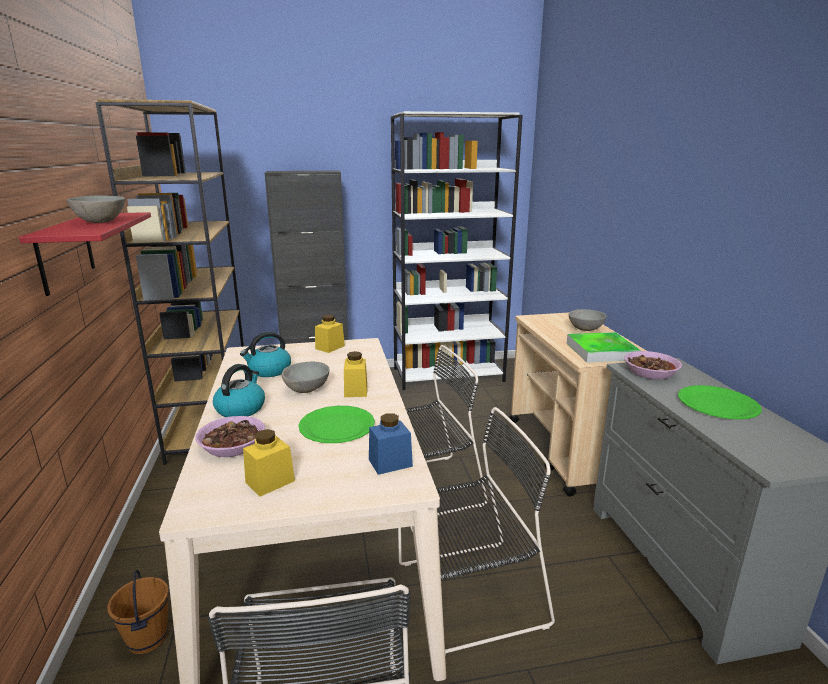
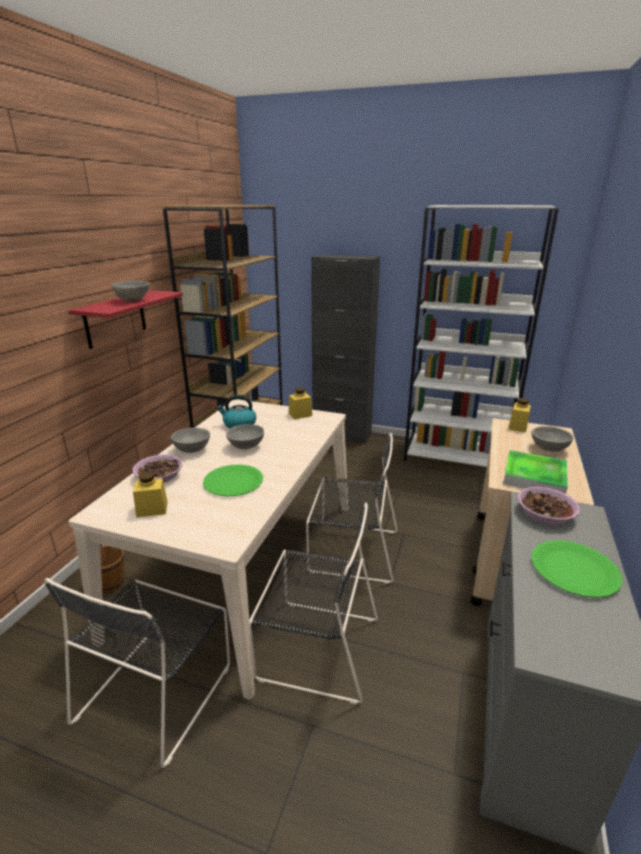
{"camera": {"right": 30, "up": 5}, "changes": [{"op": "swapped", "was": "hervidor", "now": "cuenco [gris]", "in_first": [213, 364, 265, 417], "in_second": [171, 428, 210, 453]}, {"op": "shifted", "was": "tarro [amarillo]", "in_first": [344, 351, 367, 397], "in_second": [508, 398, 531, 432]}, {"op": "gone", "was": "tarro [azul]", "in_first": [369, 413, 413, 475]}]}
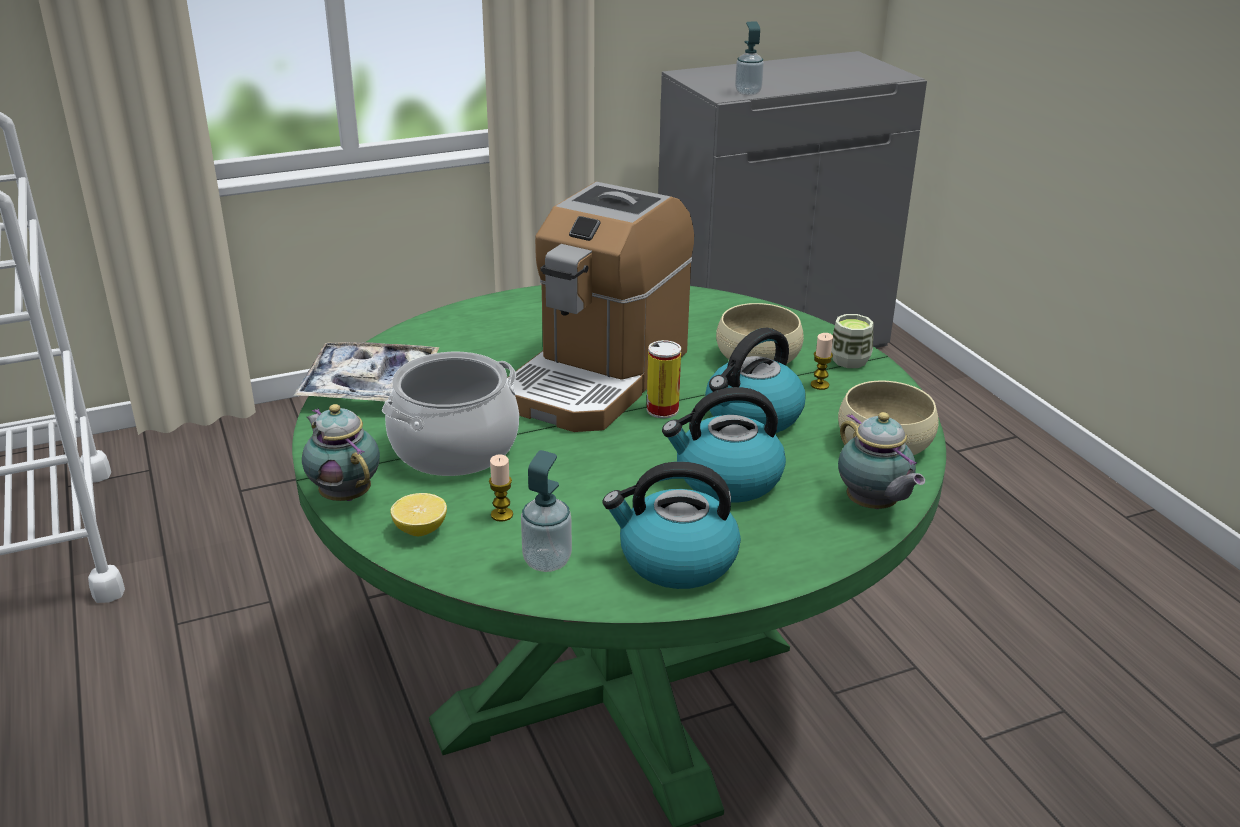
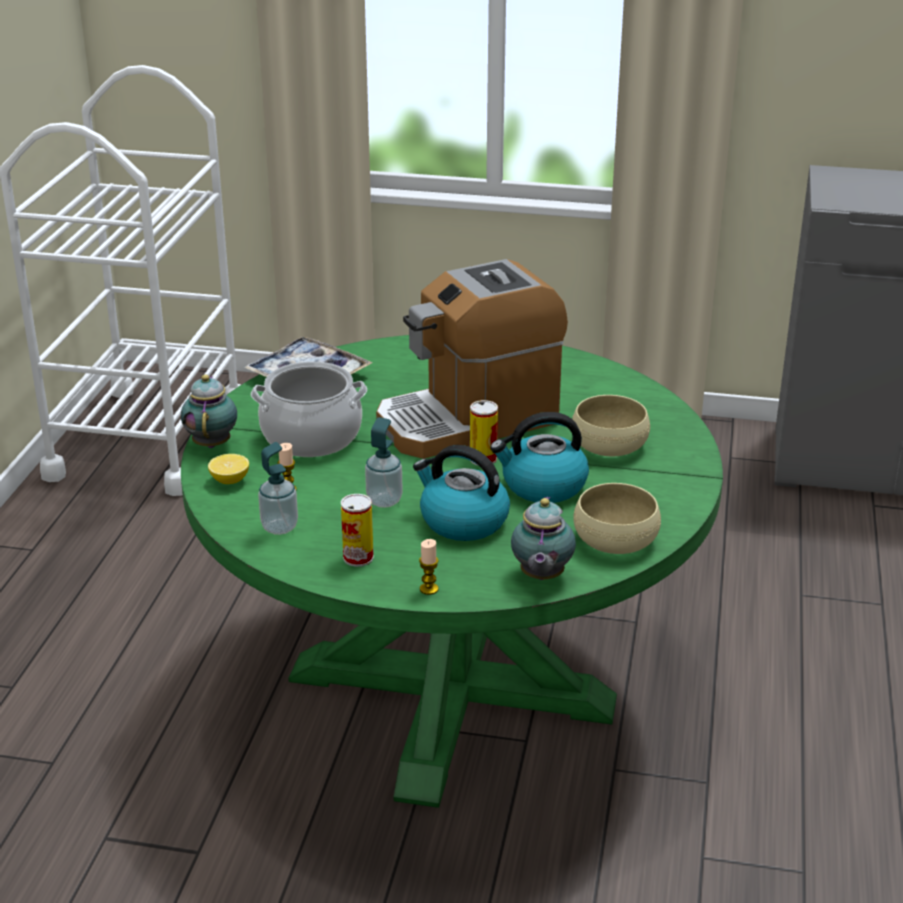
{"camera": {"right": 35, "up": 0}, "changes": [{"op": "swapped", "was": "hervidor", "now": "lata", "in_first": [603, 462, 741, 589], "in_second": [341, 494, 374, 567]}, {"op": "shifted", "was": "dispensador de jabón", "in_first": [735, 21, 764, 95], "in_second": [365, 417, 403, 508]}, {"op": "shifted", "was": "vela", "in_first": [811, 333, 833, 390], "in_second": [419, 539, 438, 595]}, {"op": "gone", "was": "taza", "in_first": [831, 314, 873, 368]}]}
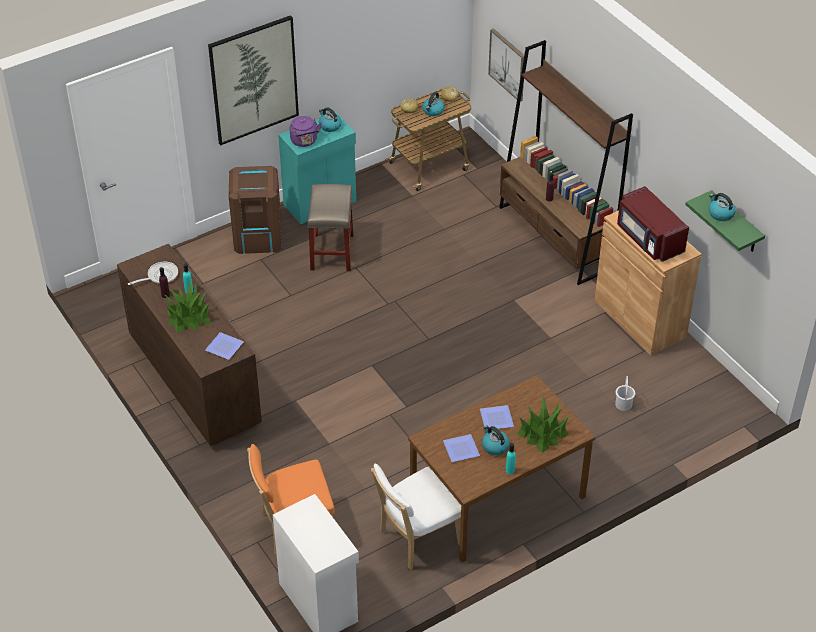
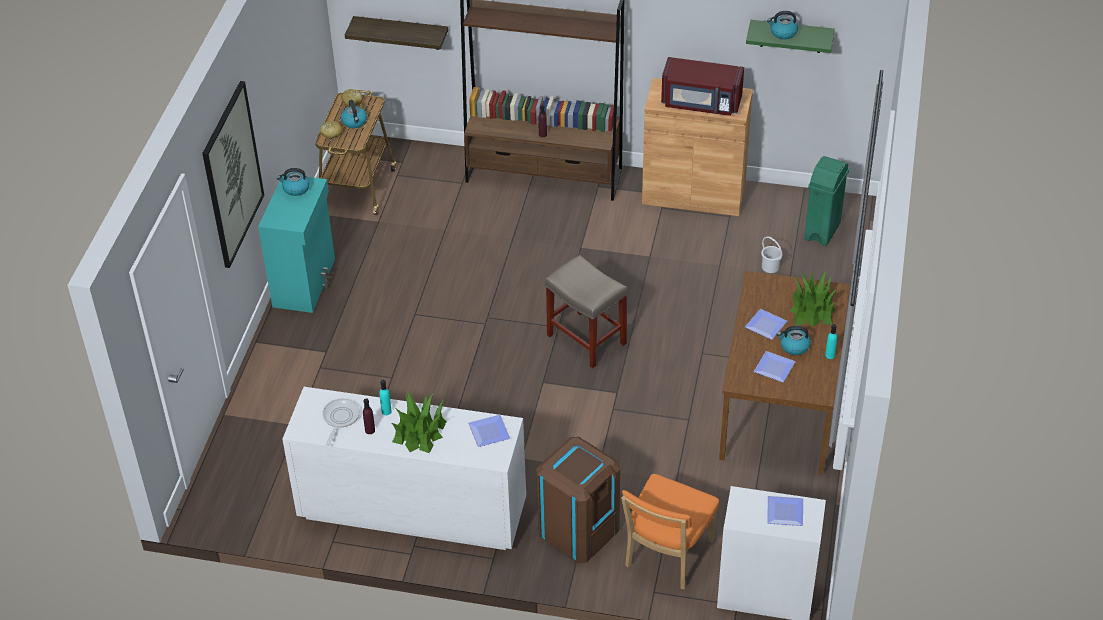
{"camera": {"right": -45, "up": 0}, "changes": [{"op": "repainted", "was": "cómoda [marrón]", "now": "cómoda [blanco]", "in_first": [117, 244, 262, 446], "in_second": [282, 387, 526, 550]}, {"op": "swapped", "was": "cuadro", "now": "estante", "in_first": [488, 29, 524, 101], "in_second": [345, 16, 448, 50]}, {"op": "shifted", "was": "papelera [marrón]", "in_first": [228, 166, 282, 254], "in_second": [536, 437, 620, 563]}, {"op": "shifted", "was": "taburete [beis]", "in_first": [307, 184, 353, 271], "in_second": [545, 255, 628, 368]}, {"op": "new", "now": "plato", "in_second": [767, 496, 803, 526]}, {"op": "new", "now": "papelera [verde]", "in_second": [804, 156, 849, 246]}, {"op": "gone", "was": "hervidor [morado]", "in_first": [290, 116, 322, 147]}, {"op": "gone", "was": "silla [blanco]", "in_first": [371, 463, 461, 570]}]}
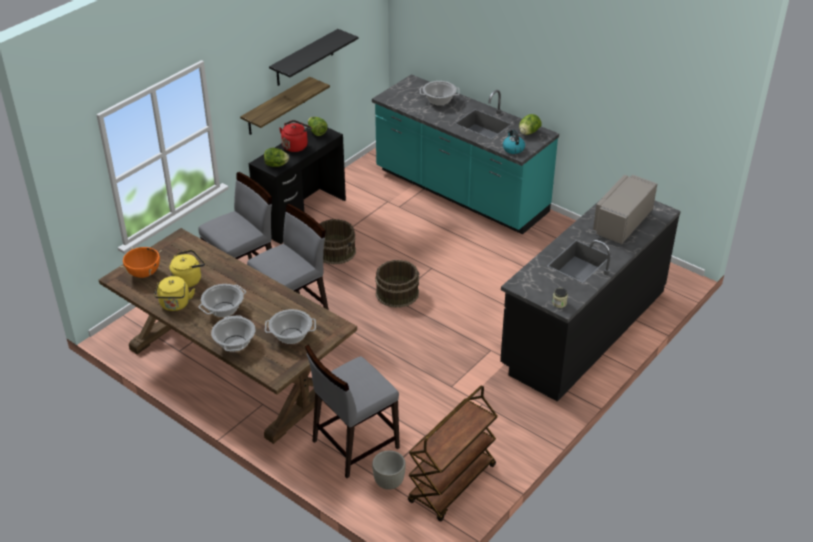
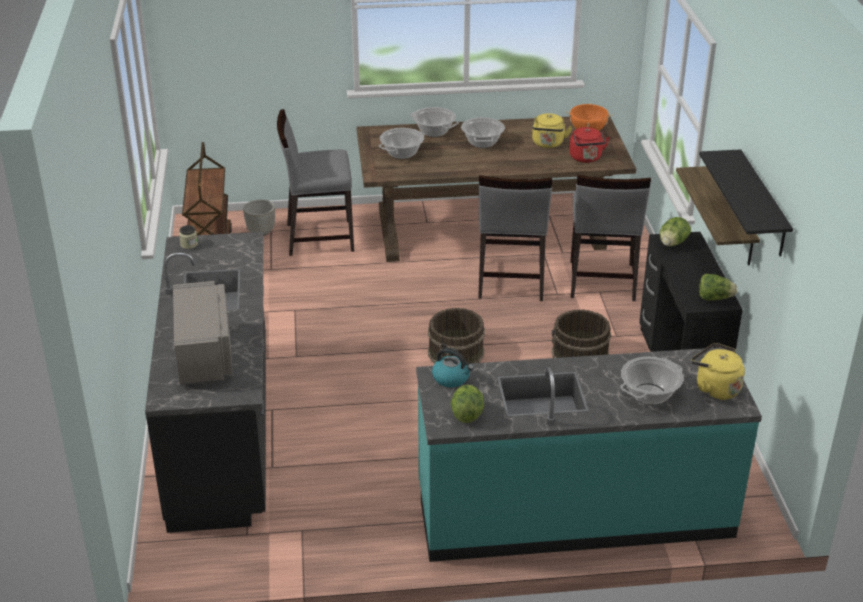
{"camera": {"right": 135, "up": -5}, "changes": [{"op": "rotated", "was": "silla [gris]", "in_first": [305, 345, 400, 478], "in_second": [277, 109, 354, 256], "clockwise": -105}, {"op": "shifted", "was": "hervidor [rojo]", "in_first": [279, 120, 312, 152], "in_second": [569, 127, 610, 163]}, {"op": "shifted", "was": "hervidor [amarillo]", "in_first": [154, 276, 195, 311], "in_second": [691, 343, 745, 400]}]}
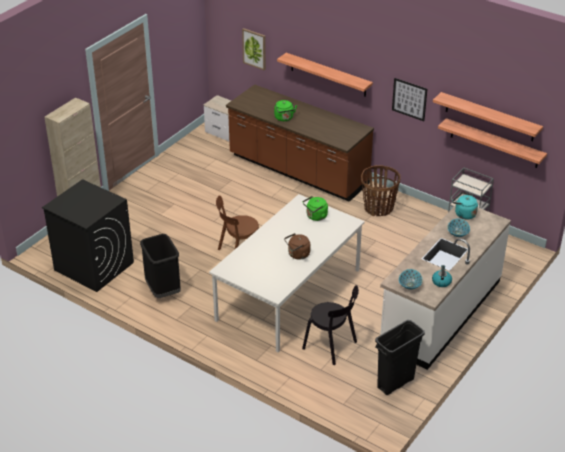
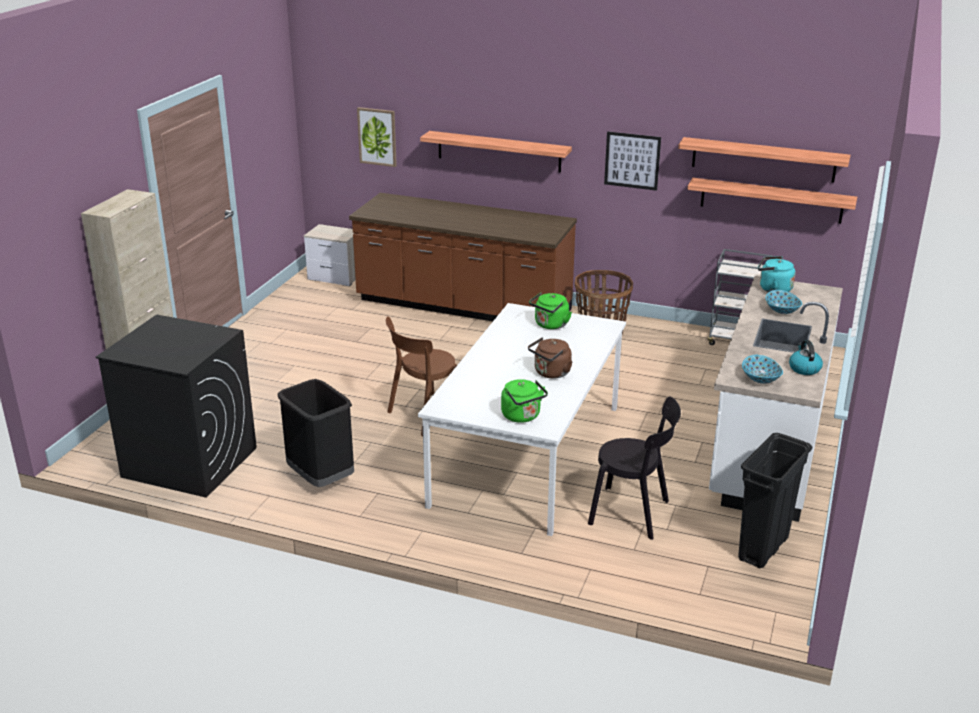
{"camera": {"right": -15, "up": -10}, "changes": [{"op": "shifted", "was": "hervidor [verde]", "in_first": [274, 100, 297, 121], "in_second": [501, 379, 548, 423]}]}
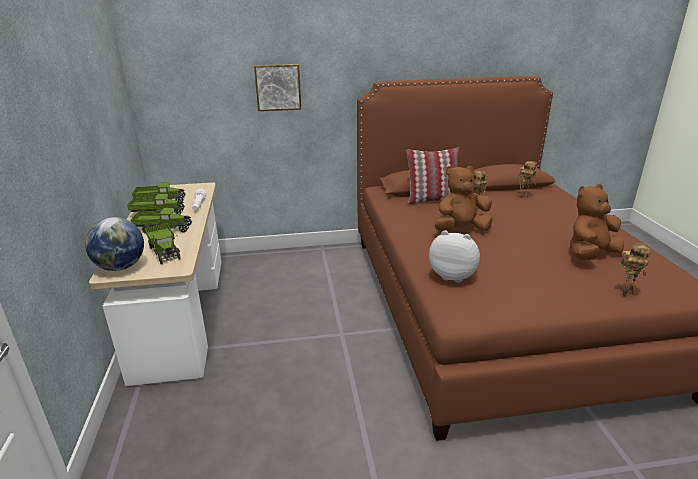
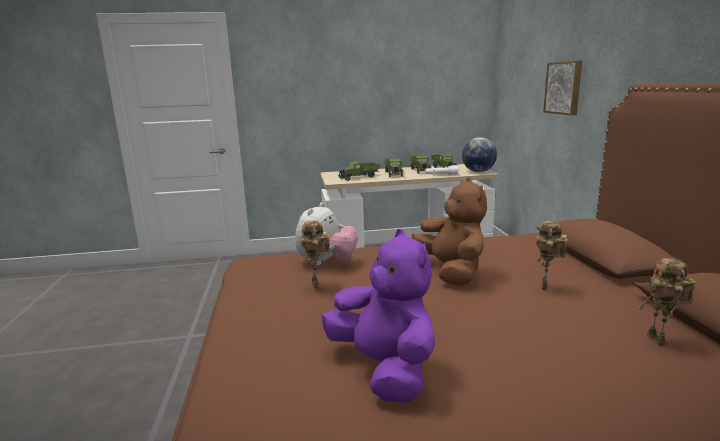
{"camera": {"right": 90, "up": -10}, "changes": [{"op": "shifted", "was": "robot de juguete", "in_first": [620, 243, 651, 297], "in_second": [301, 221, 330, 289]}, {"op": "repainted", "was": "peluche [marrón]", "now": "peluche [morado]", "in_first": [570, 184, 624, 260], "in_second": [321, 229, 435, 402]}, {"op": "shifted", "was": "globo terráqueo", "in_first": [85, 217, 144, 271], "in_second": [462, 137, 497, 172]}, {"op": "gone", "was": "cojín", "in_first": [407, 147, 460, 204]}]}
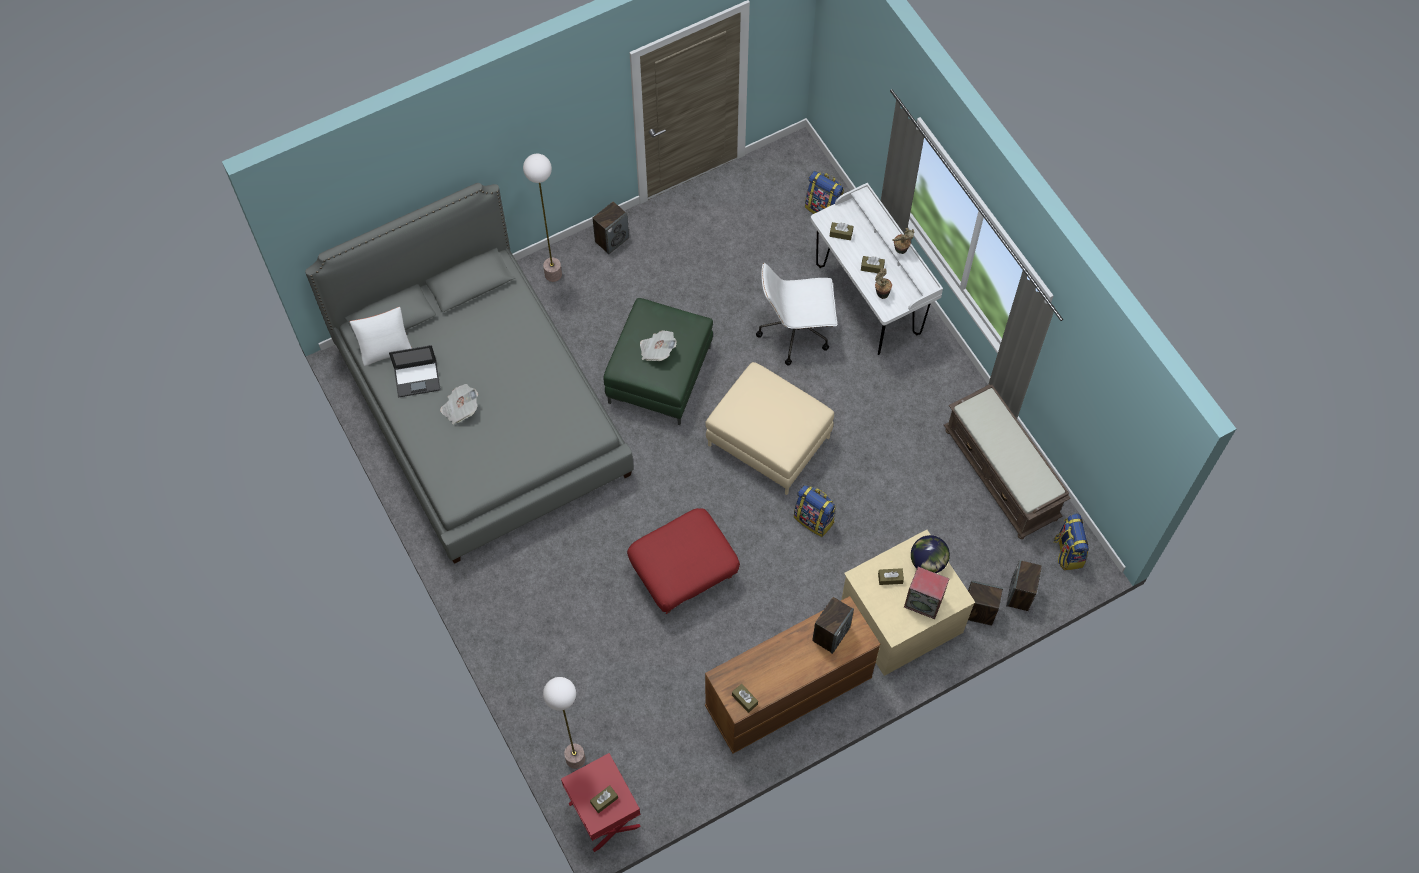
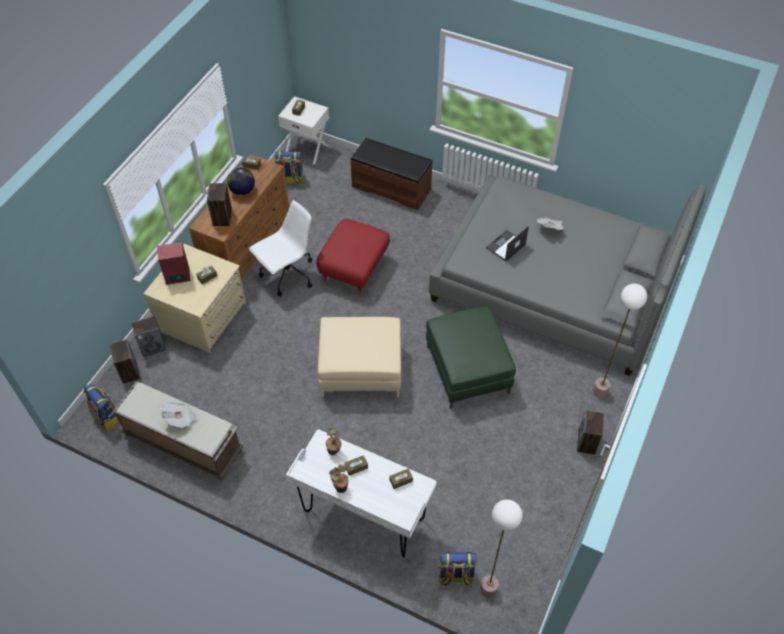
{"camera": {"right": 145, "up": -10}, "changes": [{"op": "shifted", "was": "periódico", "in_first": [640, 330, 677, 361], "in_second": [160, 402, 199, 428]}, {"op": "shifted", "was": "globo terráqueo", "in_first": [911, 535, 950, 573], "in_second": [227, 168, 255, 195]}, {"op": "shifted", "was": "silla de oficina [blanco]", "in_first": [756, 263, 837, 365], "in_second": [249, 200, 312, 296]}, {"op": "shifted", "was": "mochila", "in_first": [794, 485, 836, 537], "in_second": [275, 151, 303, 184]}, {"op": "repainted", "was": "mesita de noche [rojo]", "now": "mesita de noche [blanco]", "in_first": [561, 753, 641, 852], "in_second": [278, 96, 329, 164]}, {"op": "new", "now": "banco [marrón]", "in_second": [350, 138, 433, 210]}, {"op": "shifted", "was": "lámpara de pie", "in_first": [543, 677, 585, 769], "in_second": [480, 499, 522, 598]}, {"op": "shifted", "was": "portátil", "in_first": [389, 345, 441, 398], "in_second": [486, 226, 529, 262]}, {"op": "gone", "was": "cojín [blanco]", "in_first": [350, 307, 412, 366]}]}
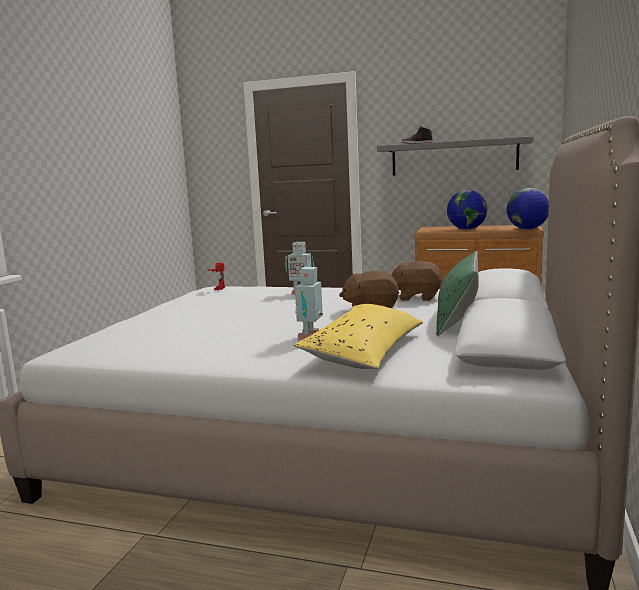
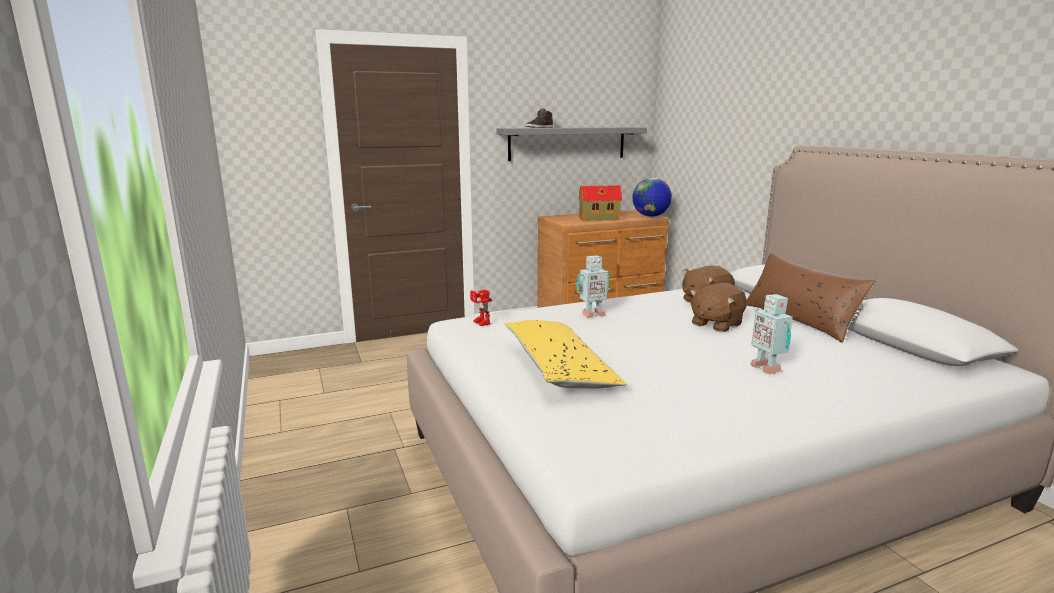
{"camera": {"right": -40, "up": 5}, "changes": [{"op": "shifted", "was": "cojín [amarillo]", "in_first": [294, 304, 423, 369], "in_second": [505, 320, 627, 388]}, {"op": "swapped", "was": "globo terráqueo", "now": "casita", "in_first": [447, 190, 487, 230], "in_second": [578, 186, 622, 221]}, {"op": "repainted", "was": "cojín [verde]", "now": "cojín [marrón]", "in_first": [436, 251, 479, 336], "in_second": [746, 253, 876, 343]}]}
